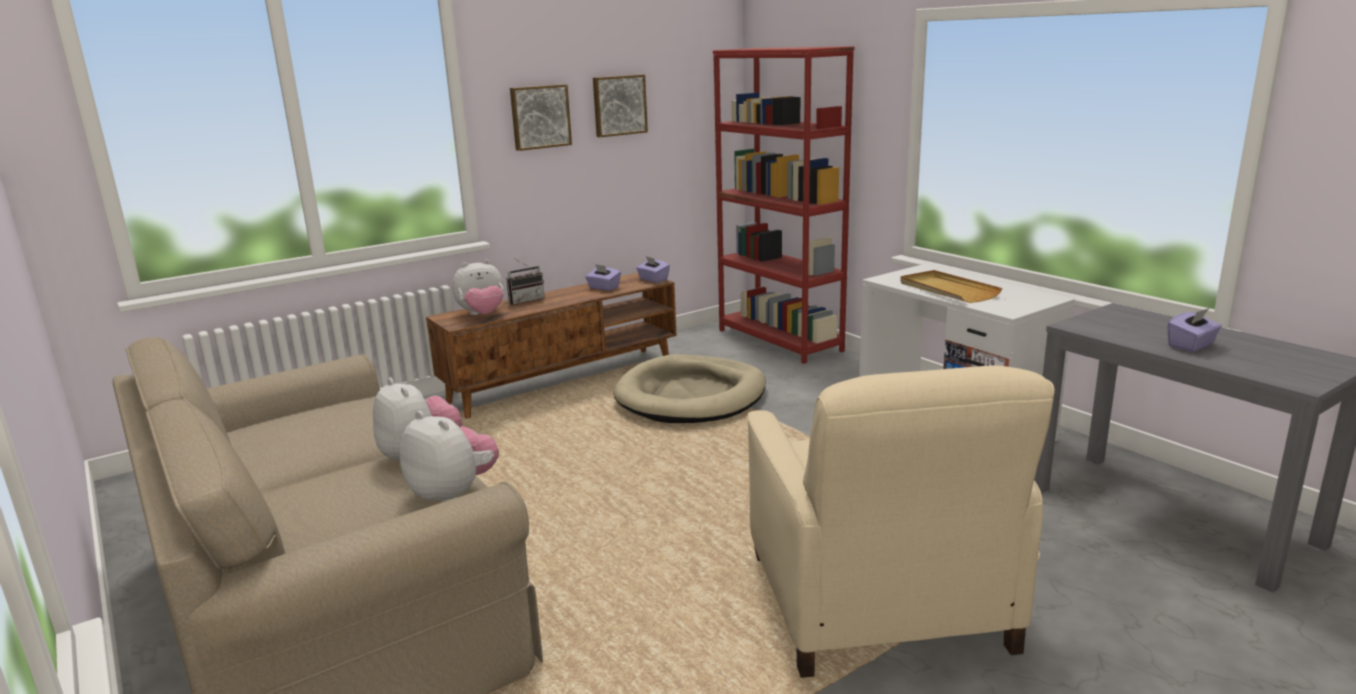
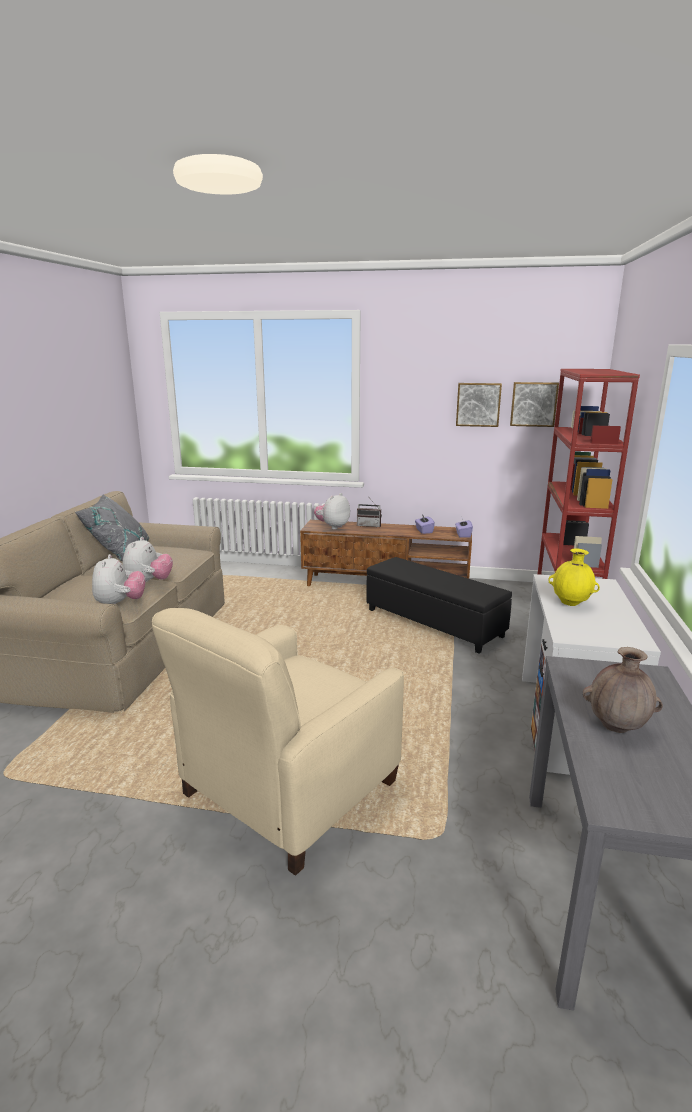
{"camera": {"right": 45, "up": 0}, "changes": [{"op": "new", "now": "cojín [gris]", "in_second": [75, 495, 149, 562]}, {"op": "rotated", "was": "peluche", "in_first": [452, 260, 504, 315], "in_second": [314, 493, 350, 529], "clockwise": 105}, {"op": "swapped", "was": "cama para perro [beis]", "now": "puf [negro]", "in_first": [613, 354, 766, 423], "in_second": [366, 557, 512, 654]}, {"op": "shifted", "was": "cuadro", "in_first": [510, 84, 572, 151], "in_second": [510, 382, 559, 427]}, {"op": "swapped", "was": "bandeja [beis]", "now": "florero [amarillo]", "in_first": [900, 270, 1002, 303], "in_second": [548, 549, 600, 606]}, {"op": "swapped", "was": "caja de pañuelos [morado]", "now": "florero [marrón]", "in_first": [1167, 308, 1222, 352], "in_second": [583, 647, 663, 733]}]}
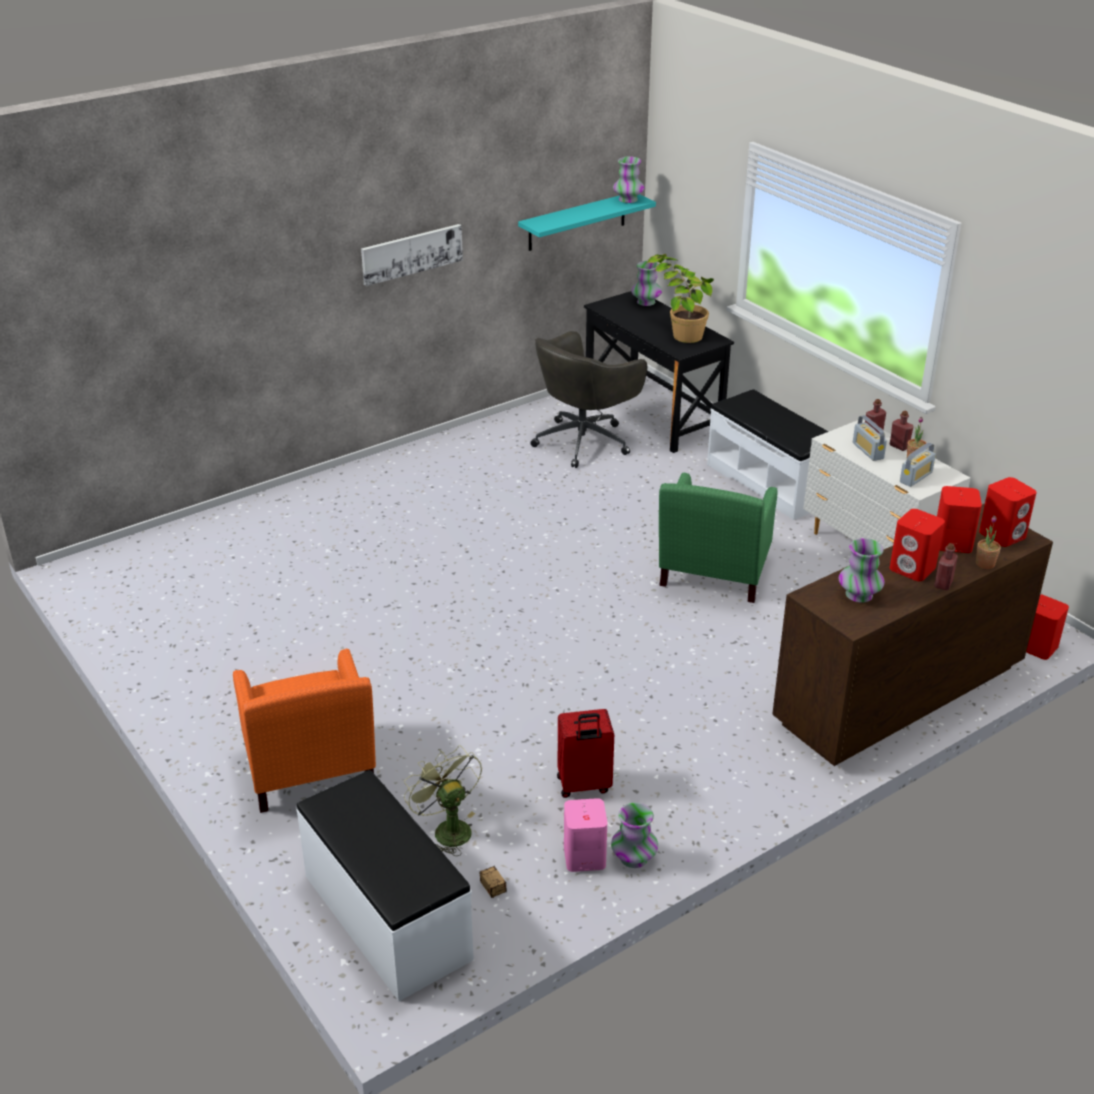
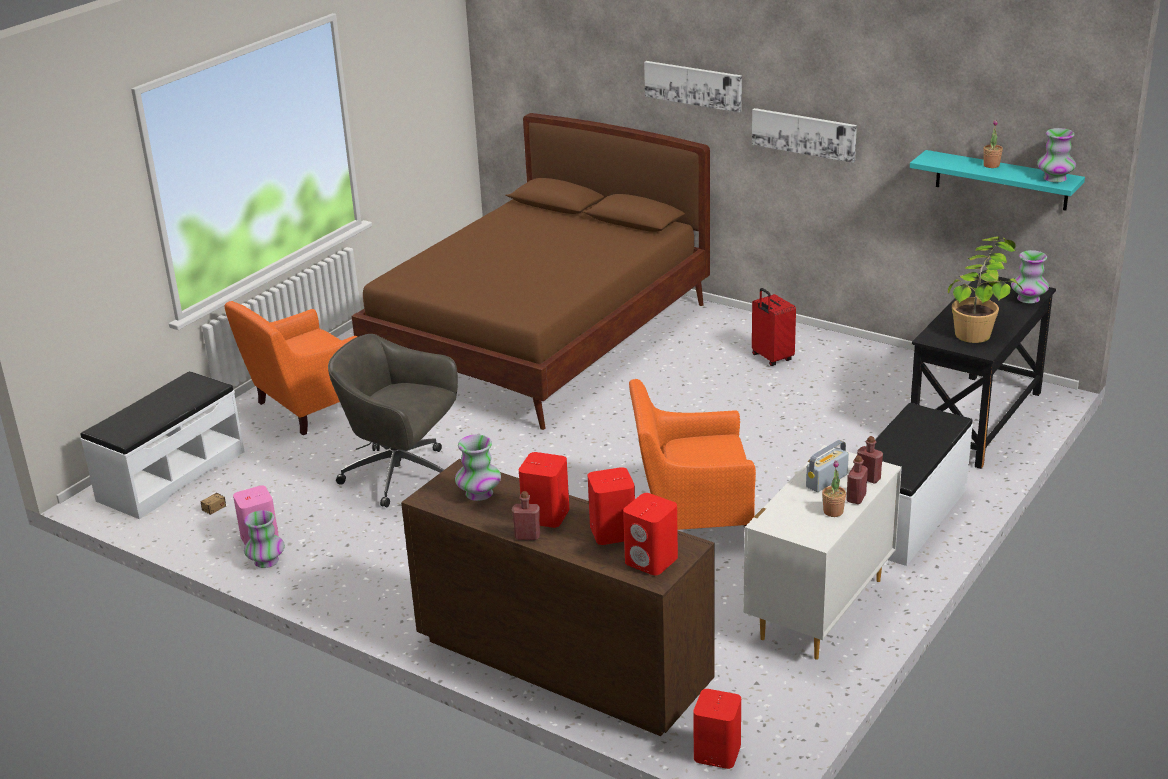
{"camera": {"right": 70, "up": -5}, "changes": [{"op": "shifted", "was": "silla de oficina [gris]", "in_first": [530, 331, 647, 468], "in_second": [328, 334, 458, 507]}, {"op": "new", "now": "cama [marrón]", "in_second": [352, 113, 710, 430]}, {"op": "repainted", "was": "sillón [verde]", "now": "sillón [naranja]", "in_first": [659, 472, 778, 603], "in_second": [629, 379, 756, 530]}, {"op": "new", "now": "cuadro", "in_second": [644, 61, 742, 113]}, {"op": "shifted", "was": "maleta [rojo]", "in_first": [557, 709, 614, 798], "in_second": [752, 288, 796, 366]}, {"op": "shifted", "was": "planta en maceta", "in_first": [976, 516, 1001, 569], "in_second": [983, 120, 1003, 168]}, {"op": "gone", "was": "ventilador [verde]", "in_first": [404, 745, 482, 856]}, {"op": "gone", "was": "radio", "in_first": [900, 442, 936, 487]}]}
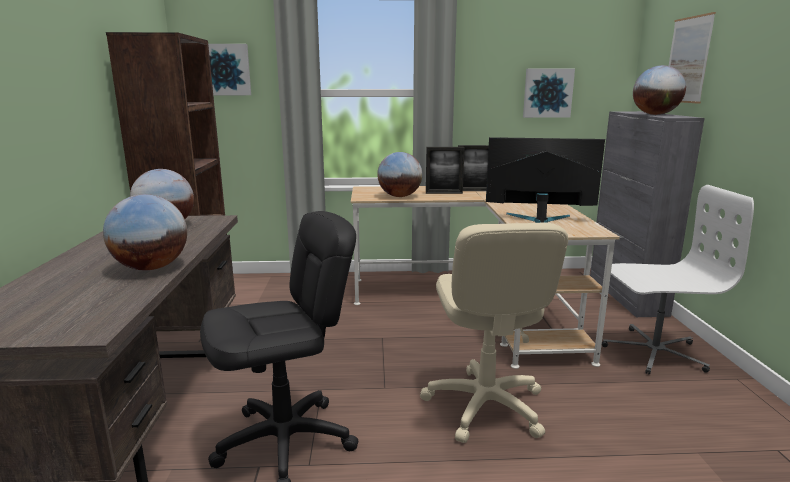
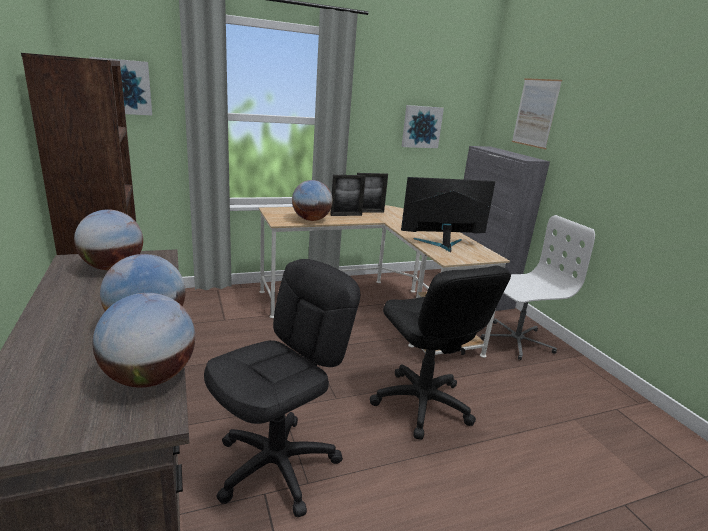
{"camera": {"right": -20, "up": 5}, "changes": [{"op": "shifted", "was": "globo terráqueo", "in_first": [633, 65, 686, 115], "in_second": [92, 293, 195, 387]}, {"op": "repainted", "was": "silla de oficina [beis]", "now": "silla de oficina [negro]", "in_first": [420, 223, 568, 443], "in_second": [370, 266, 511, 440]}]}
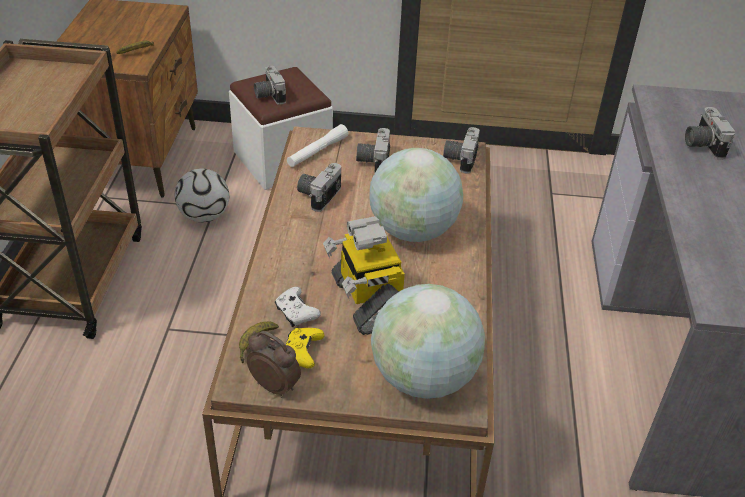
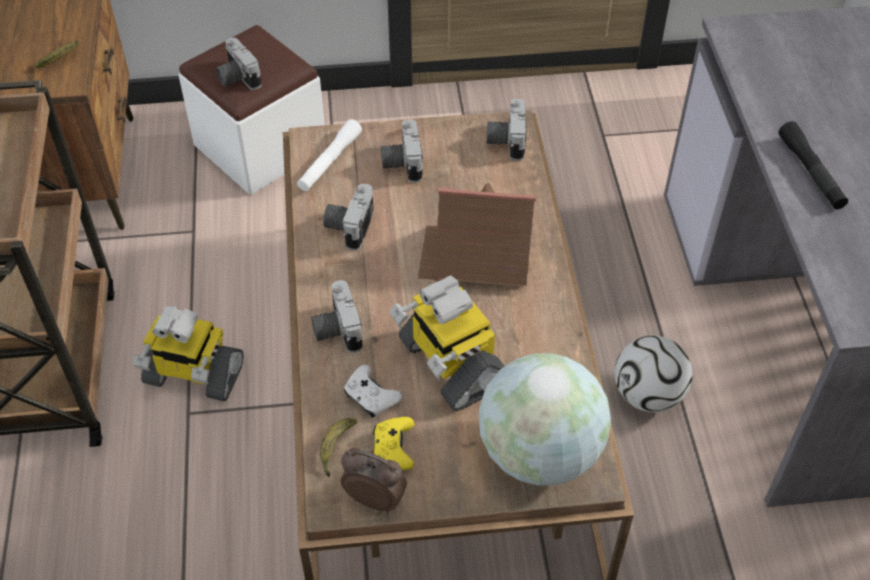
{"camera": {"right": -10, "up": 10}, "changes": [{"op": "new", "now": "robot de juguete", "in_second": [133, 306, 244, 401]}, {"op": "shifted", "was": "cámara", "in_first": [685, 107, 735, 160], "in_second": [311, 280, 363, 353]}, {"op": "swapped", "was": "globo terráqueo", "now": "casita", "in_first": [370, 148, 463, 242], "in_second": [418, 183, 536, 288]}, {"op": "shifted", "was": "balón de fútbol", "in_first": [175, 168, 229, 222], "in_second": [614, 335, 693, 412]}, {"op": "new", "now": "linterna [negro]", "in_second": [778, 121, 848, 210]}]}
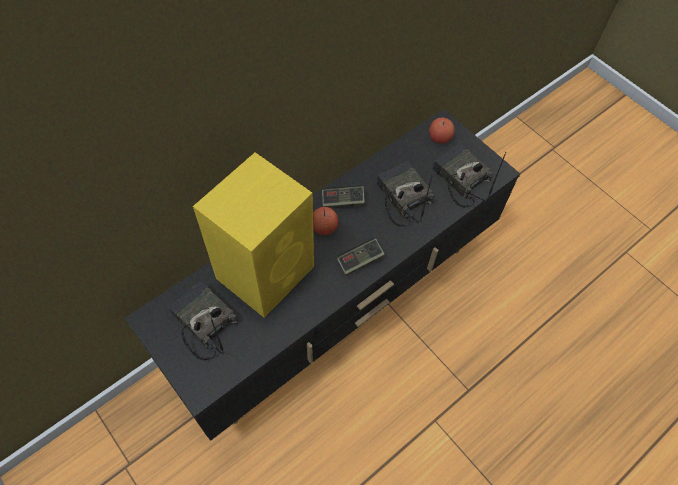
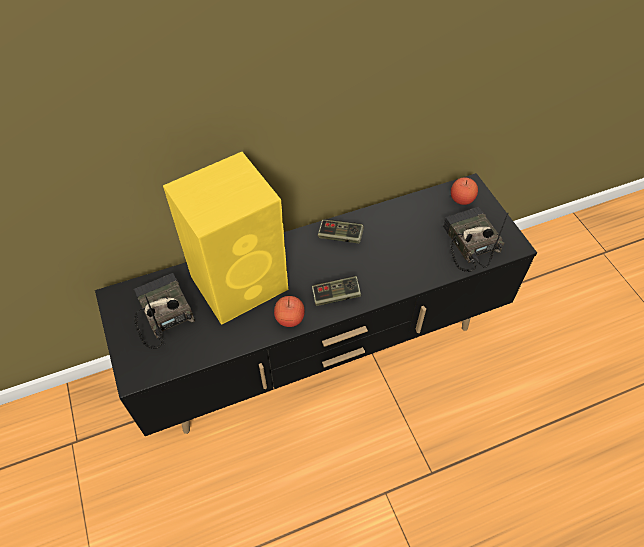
{"camera": {"right": 20, "up": -5}, "changes": [{"op": "shifted", "was": "manzana", "in_first": [313, 207, 338, 235], "in_second": [274, 296, 305, 327]}, {"op": "gone", "was": "radio", "in_first": [376, 161, 435, 227]}]}
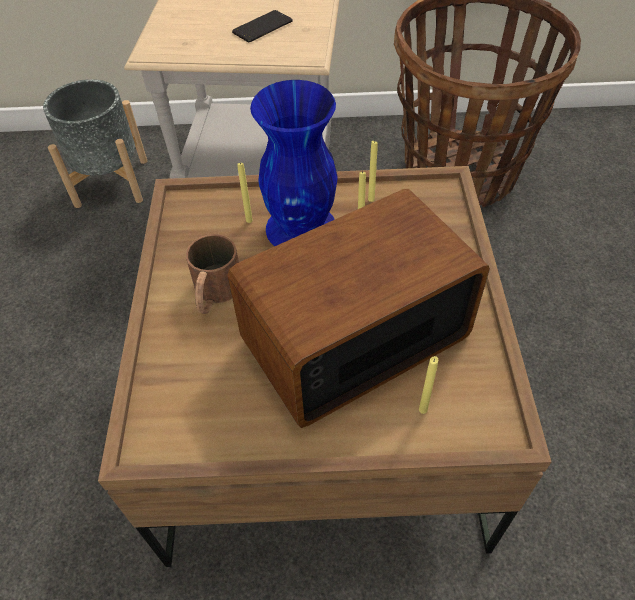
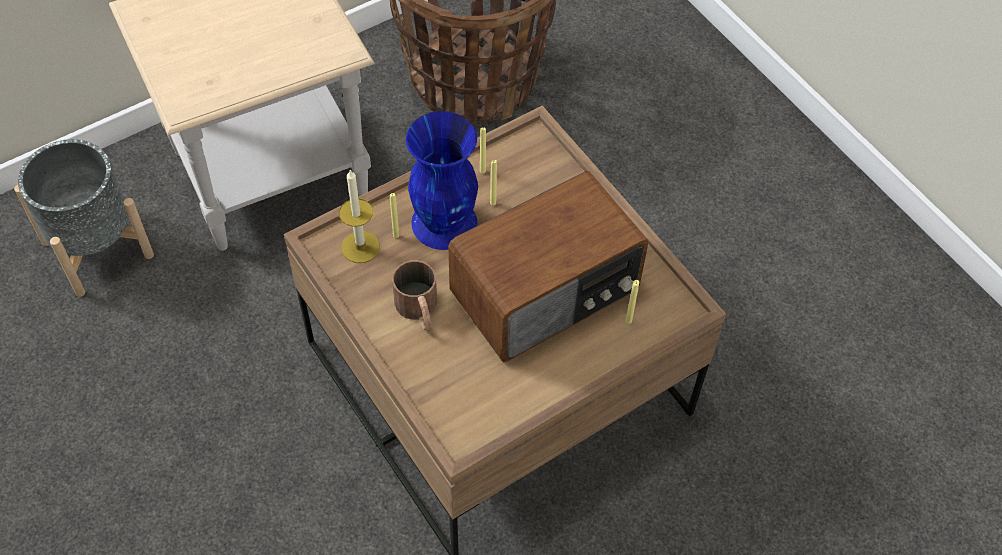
{"camera": {"right": -35, "up": 5}, "changes": [{"op": "new", "now": "vela", "in_second": [339, 170, 380, 263]}, {"op": "rotated", "was": "radio", "in_first": [228, 189, 490, 428], "in_second": [448, 171, 648, 362], "clockwise": -150}, {"op": "gone", "was": "móvil", "in_first": [232, 10, 293, 42]}]}
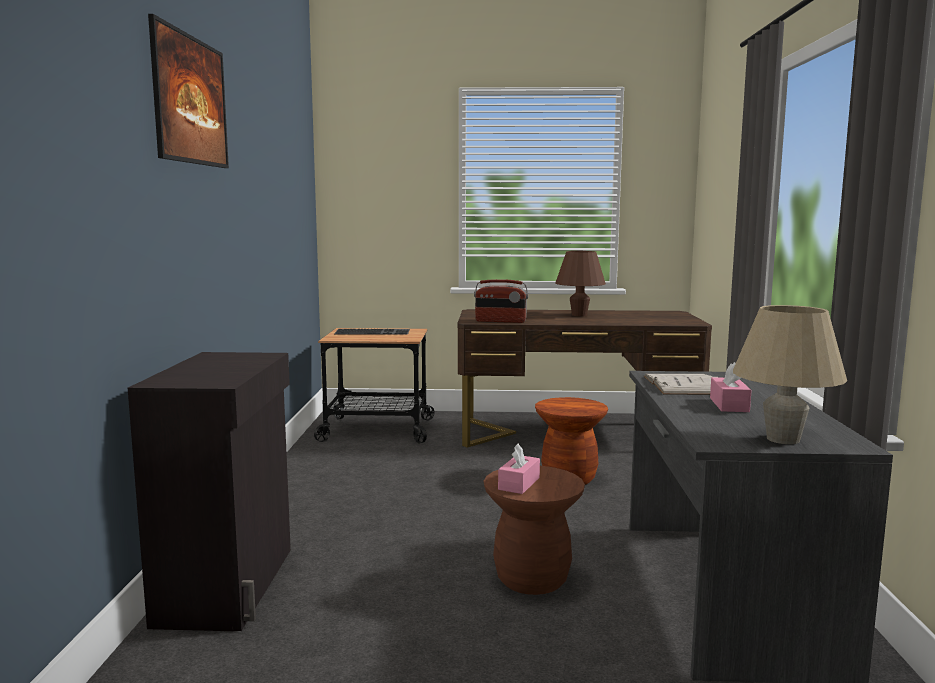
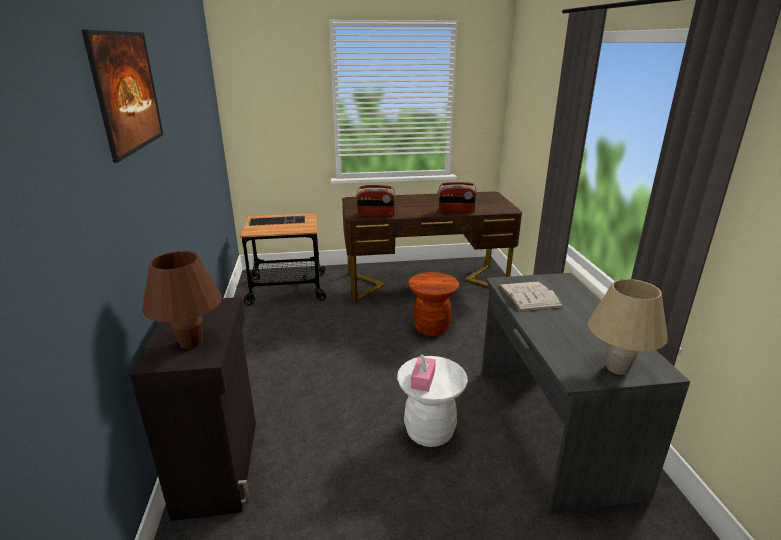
{"camera": {"right": -10, "up": 15}, "changes": [{"op": "shifted", "was": "lámpara de mesa [marrón]", "in_first": [555, 251, 606, 316], "in_second": [142, 251, 222, 349]}, {"op": "repainted", "was": "taburete [marrón]", "now": "taburete [blanco]", "in_first": [484, 466, 585, 595], "in_second": [397, 356, 468, 447]}, {"op": "new", "now": "radio", "in_second": [437, 182, 477, 213]}, {"op": "gone", "was": "caja de pañuelos [rosa]", "in_first": [710, 362, 752, 412]}]}
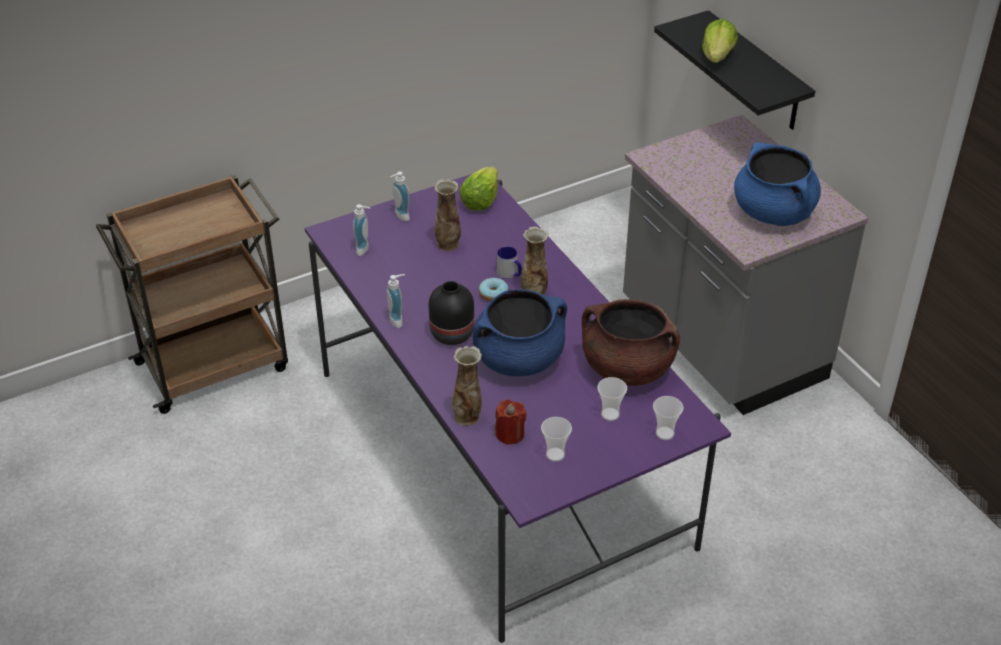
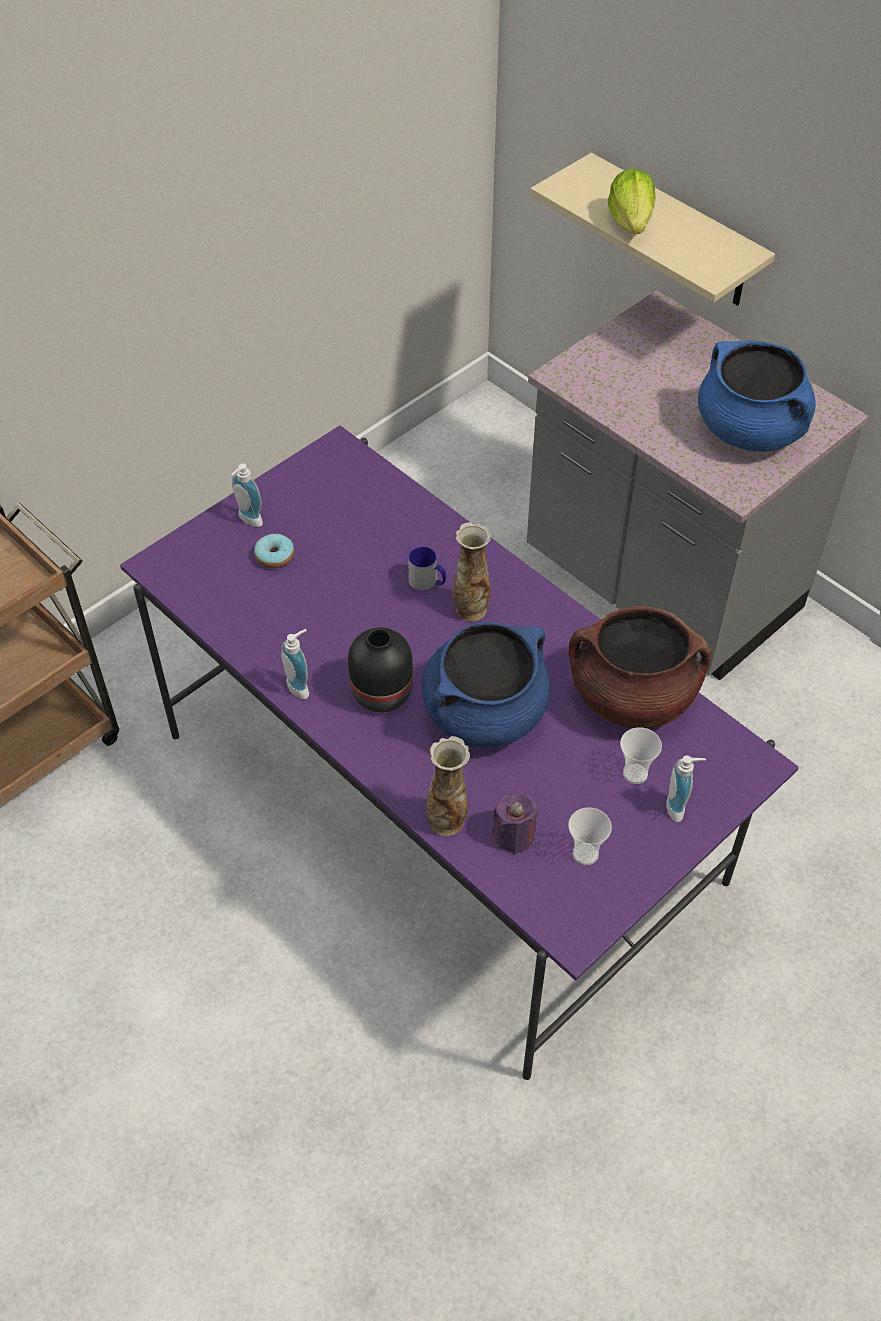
{"camera": {"right": -15, "up": 10}, "changes": [{"op": "shifted", "was": "rosquilla", "in_first": [479, 278, 509, 301], "in_second": [254, 534, 294, 568]}, {"op": "repainted", "was": "vela [rojo]", "now": "vela [morado]", "in_first": [495, 400, 526, 445], "in_second": [492, 794, 539, 854]}, {"op": "repainted", "was": "estante [negro]", "now": "estante [beis]", "in_first": [654, 10, 815, 130], "in_second": [530, 153, 775, 306]}, {"op": "shifted", "was": "dispensador de jabón", "in_first": [353, 204, 370, 256], "in_second": [666, 755, 706, 822]}, {"op": "gone", "was": "florero", "in_first": [434, 179, 461, 251]}, {"op": "gone", "was": "lechuga", "in_first": [459, 167, 498, 211]}, {"op": "gone", "was": "taza", "in_first": [653, 396, 683, 440]}]}
